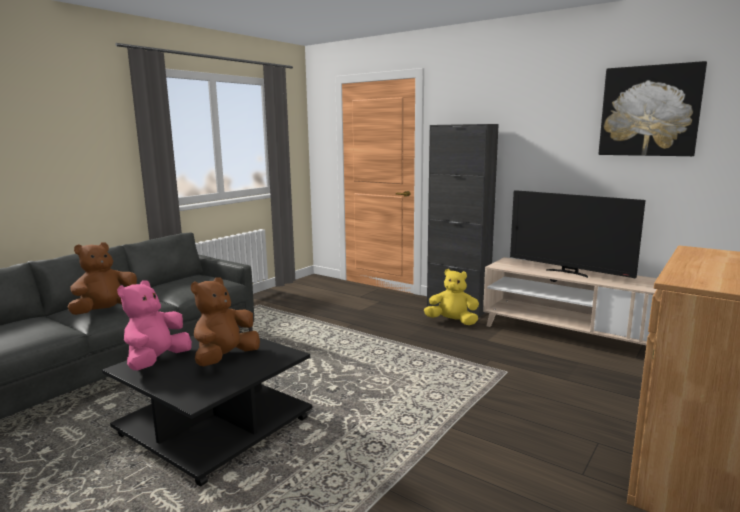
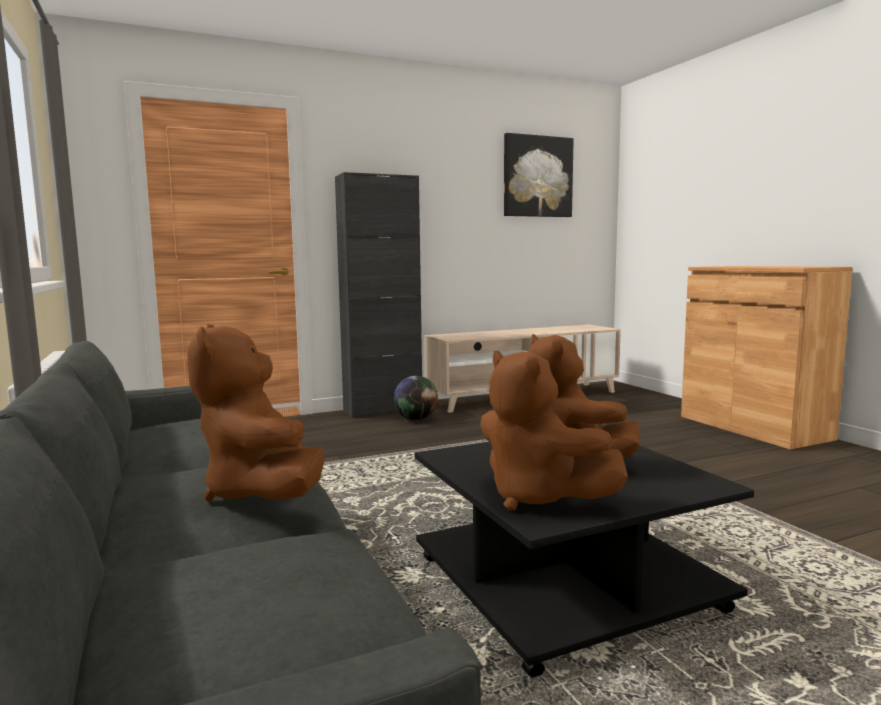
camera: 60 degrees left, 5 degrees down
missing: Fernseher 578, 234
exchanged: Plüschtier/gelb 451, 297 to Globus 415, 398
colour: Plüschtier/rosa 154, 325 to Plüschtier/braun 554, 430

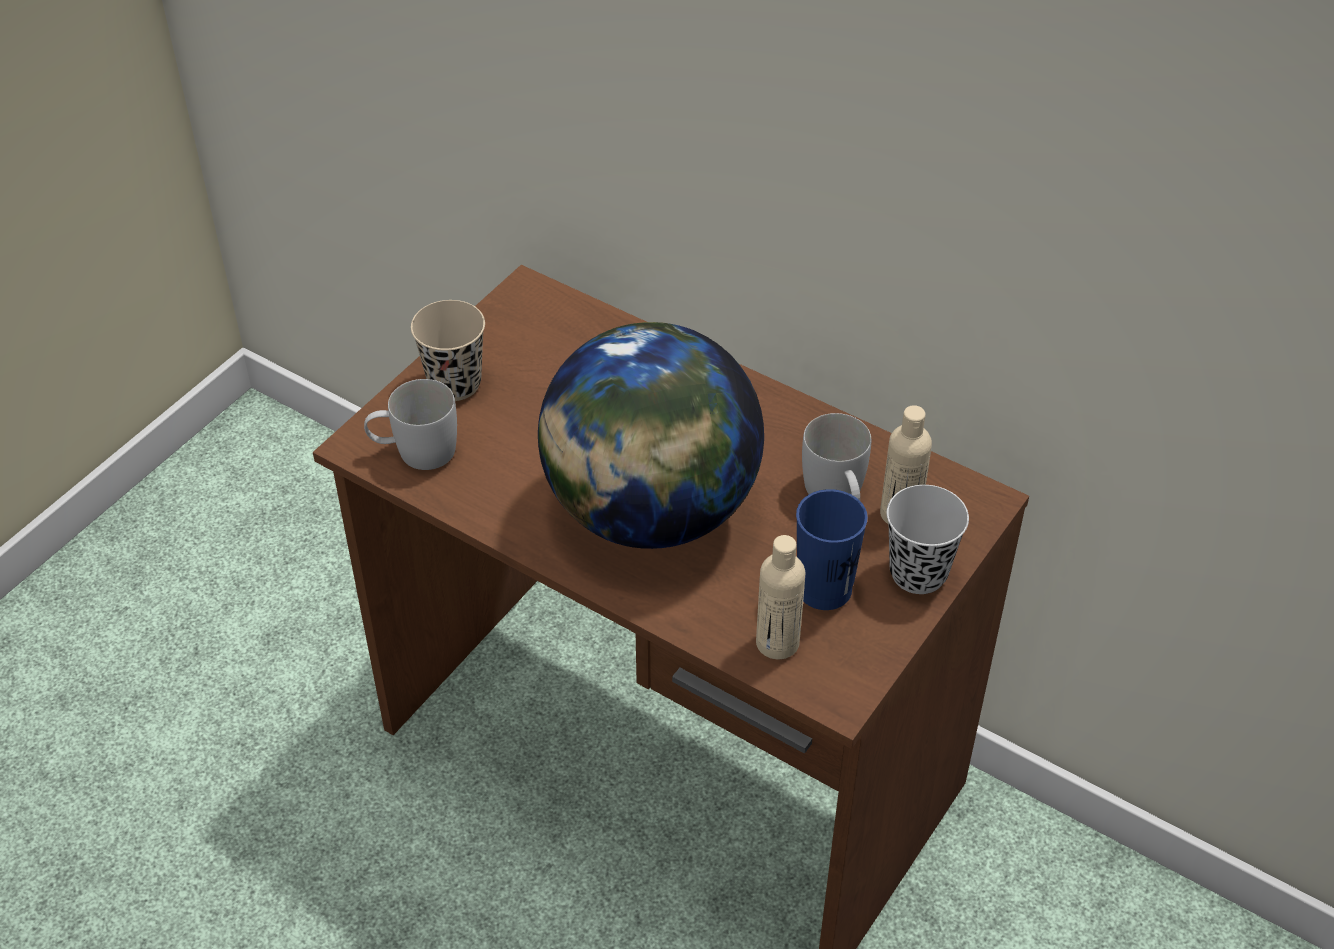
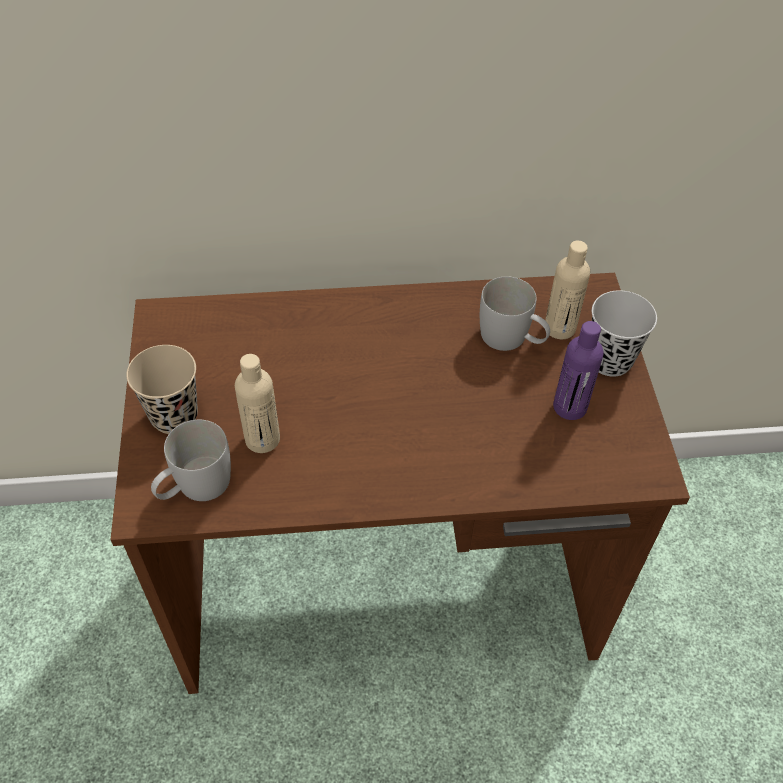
camera: 40 degrees left, 5 degrees up
missing: Globus 651, 435
relocated: Flasche/beige 780, 597 to 257, 403
exchanged: Tasse/blau 832, 549 to Flasche/lila 578, 370

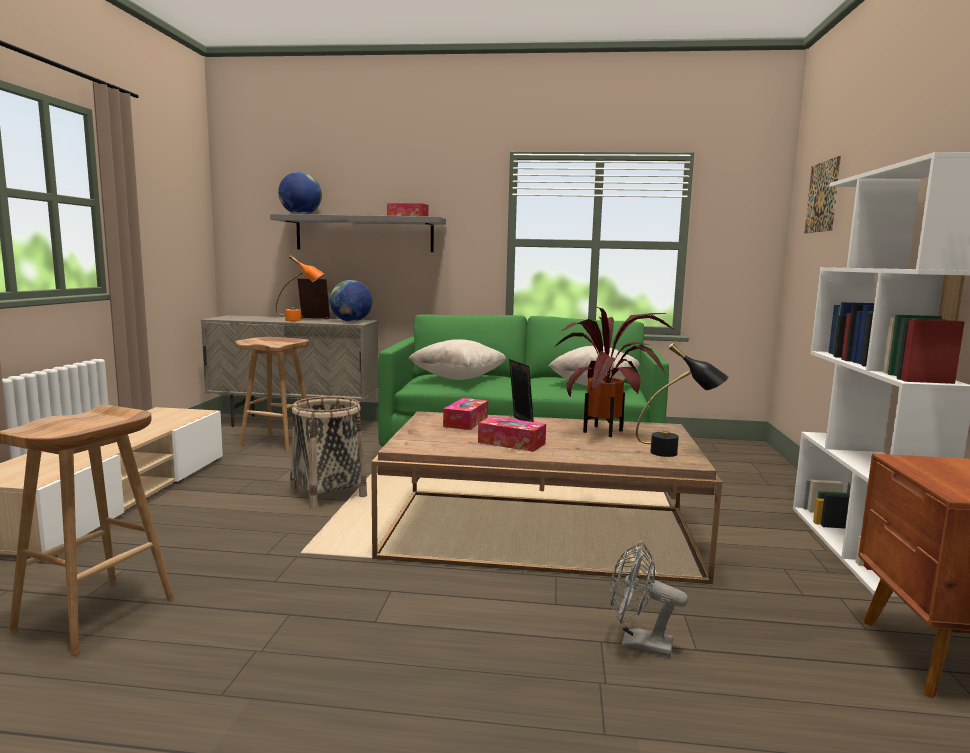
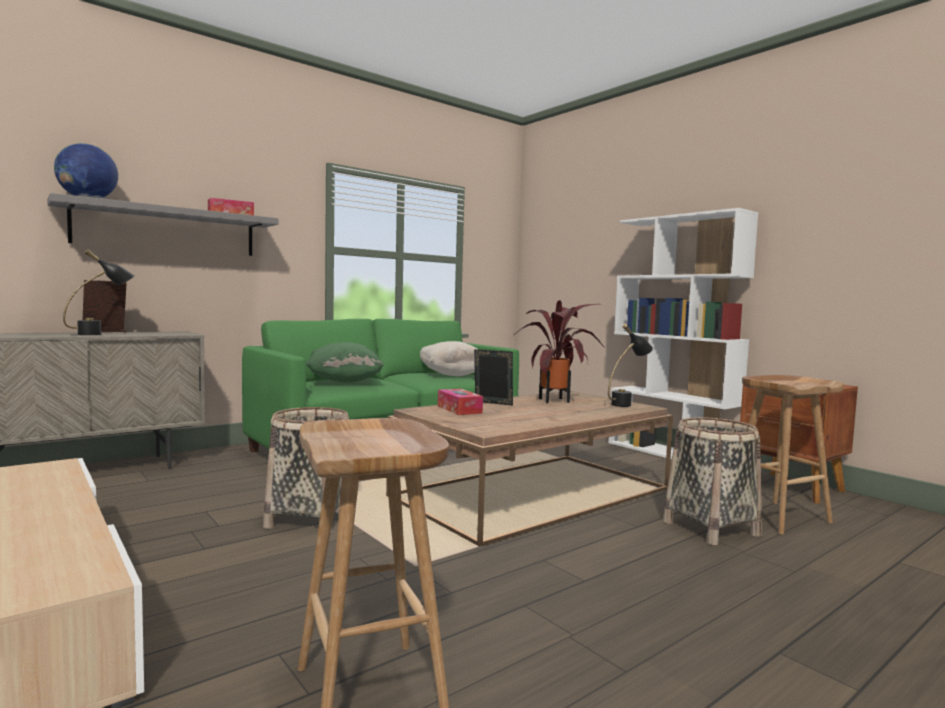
camera: 45 degrees left, 5 degrees down
missing: Globus 351, 301; Taschentuchbox 512, 434; Bild 823, 194
relocated: Hocker/braun 272, 394 to 793, 454
exchanged: Ventilator/grau 649, 599 to Korb 712, 481
colour: Tischlampe/orange 300, 288 to Tischlampe/schwarz 99, 292; Kissen/beige 458, 359 to Kissen/grün 345, 362

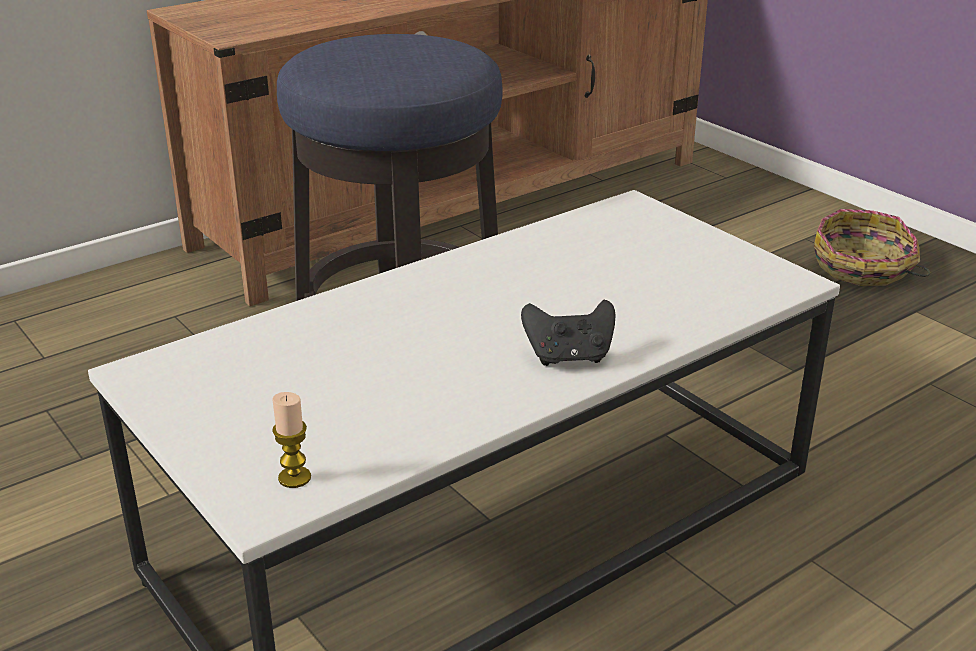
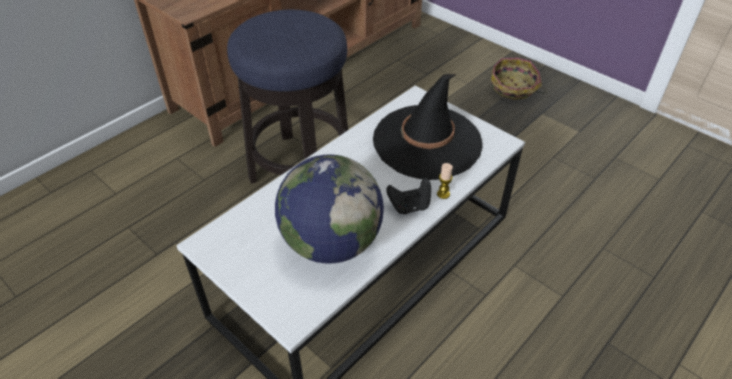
camera: 10 degrees left, 15 degrees up
appeared: Globus 329, 209; Hut/schwarz 427, 127
relocated: Kerze 291, 440 to 445, 181

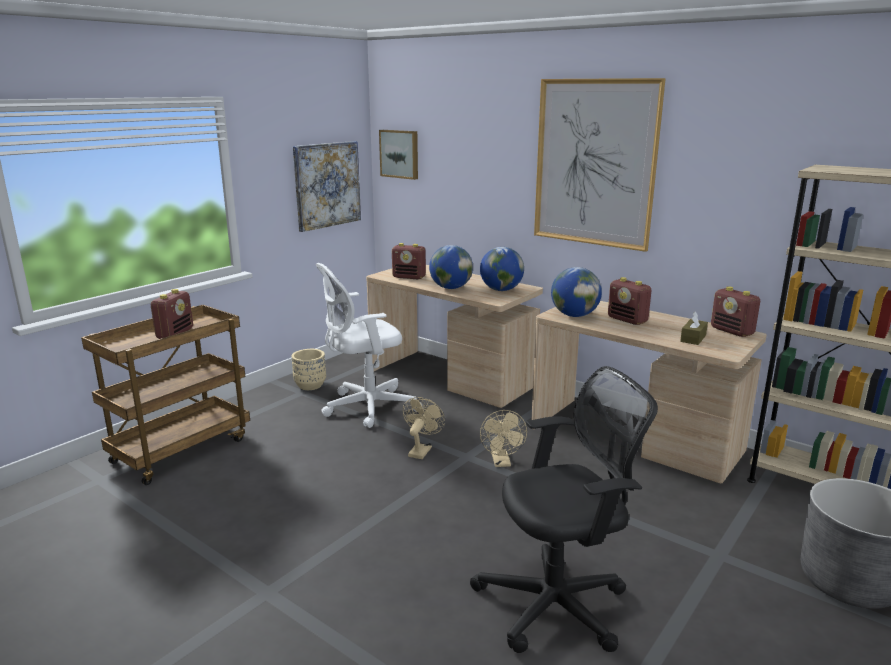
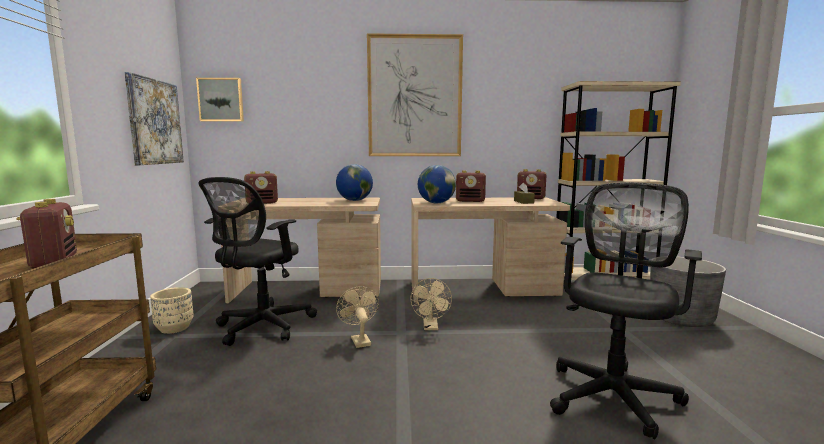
camera: 40 degrees left, 10 degrees down
missing: Globus 451, 267
colour: Bürostuhl/weiß 369, 345 to Bürostuhl/schwarz 257, 261
spun: Ventilator/beige 503, 438 = 431, 304 45 degrees clockwise

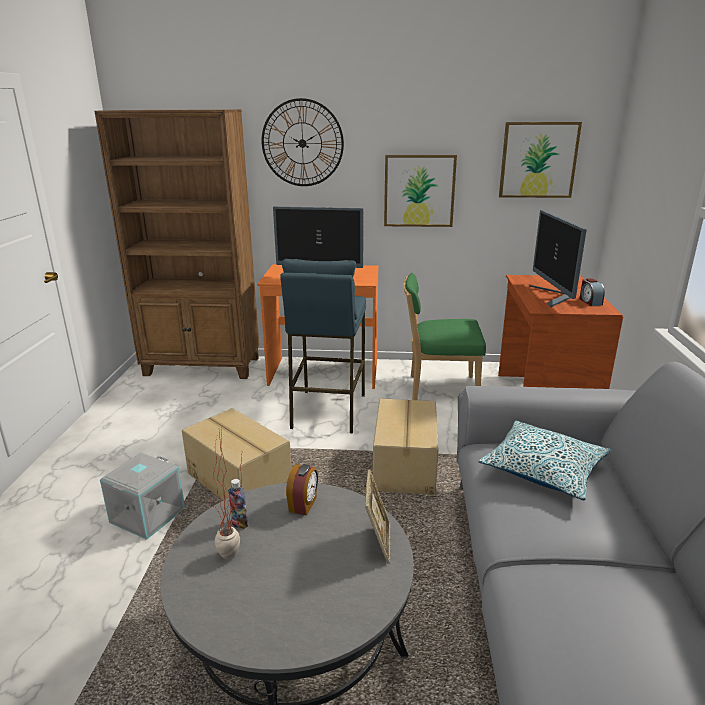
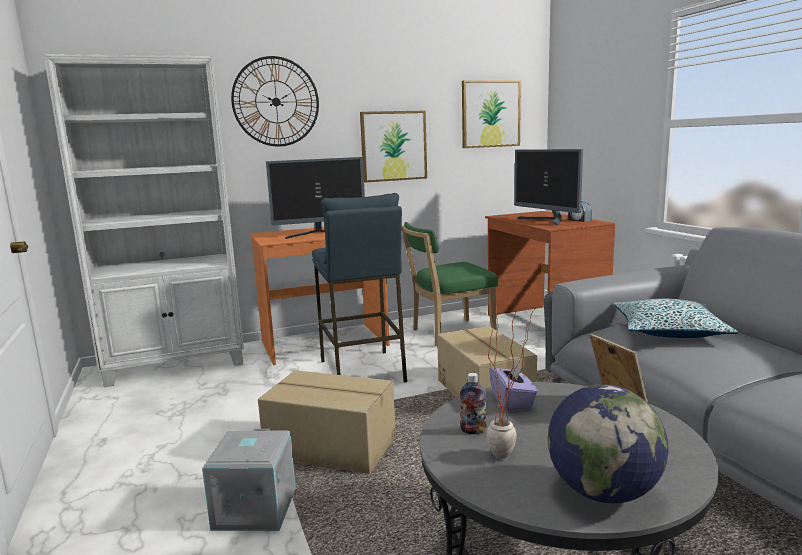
camera: 25 degrees left, 10 degrees down
appeared: Globus 608, 444
exchanged: Wecker 302, 489 to Taschentuchbox/lila 513, 386
colour: Bücherregal/braun 176, 244 to Bücherregal/weiß 143, 220

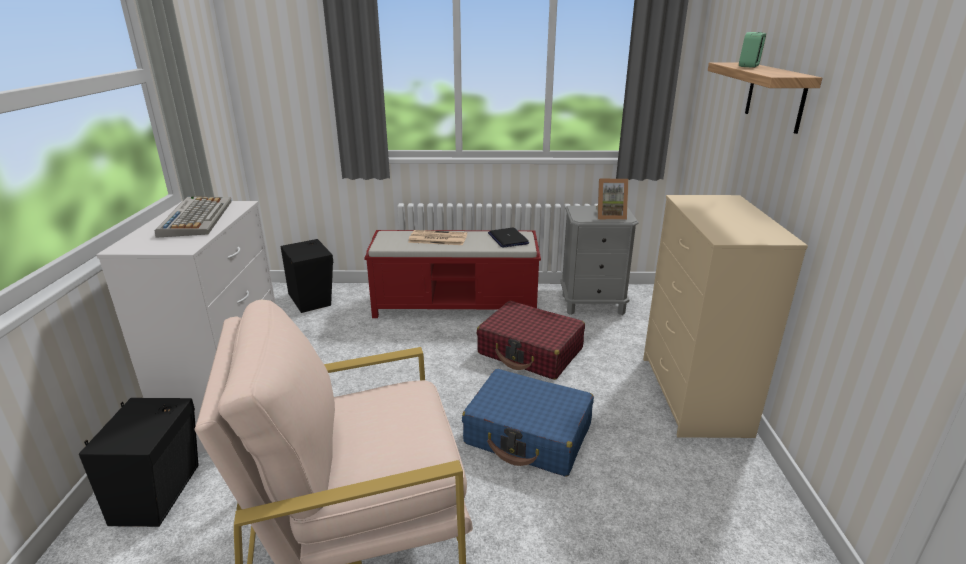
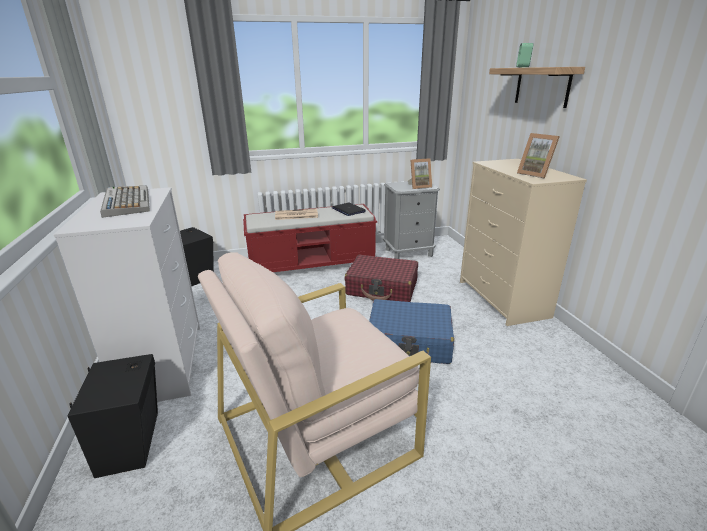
camera: 15 degrees left, 0 degrees up
appeared: Bilderrahmen 538, 156

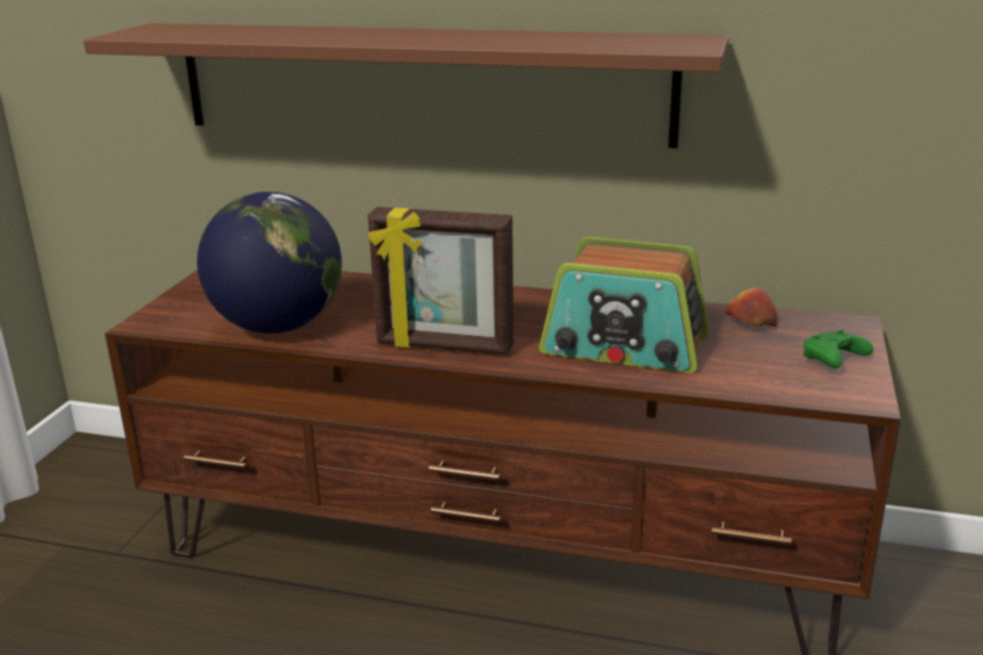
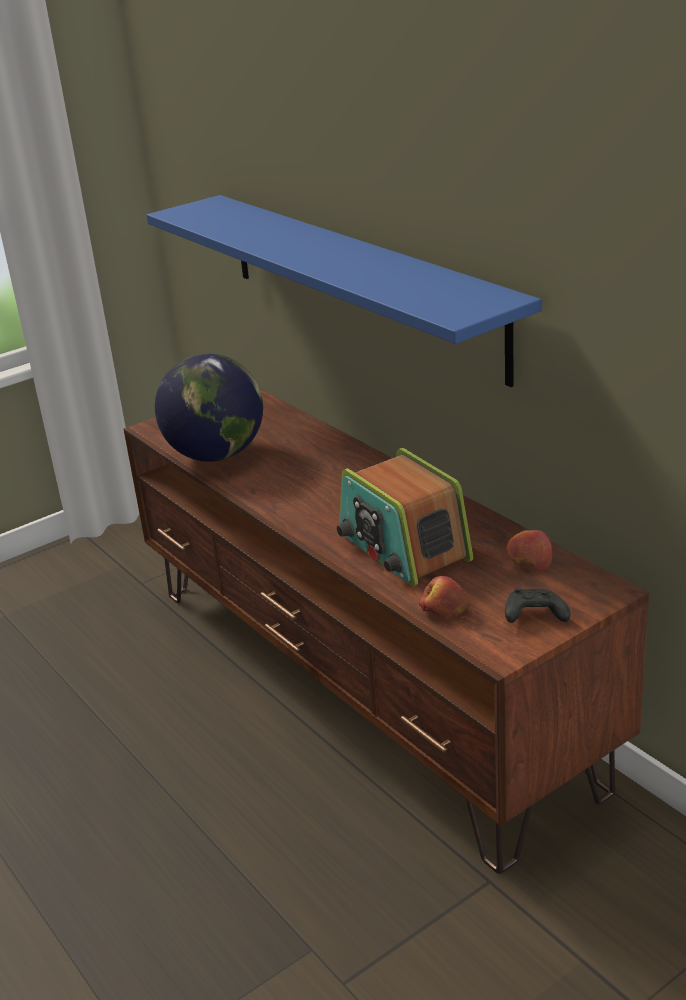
camera: 40 degrees right, 5 degrees up
missing: Bilderrahmen 441, 281
appeared: Apfel 444, 596
colour: Wandregal/braun 406, 85 to Wandregal/blau 343, 291; Gamepad/grün 838, 349 to Gamepad/schwarz 538, 605

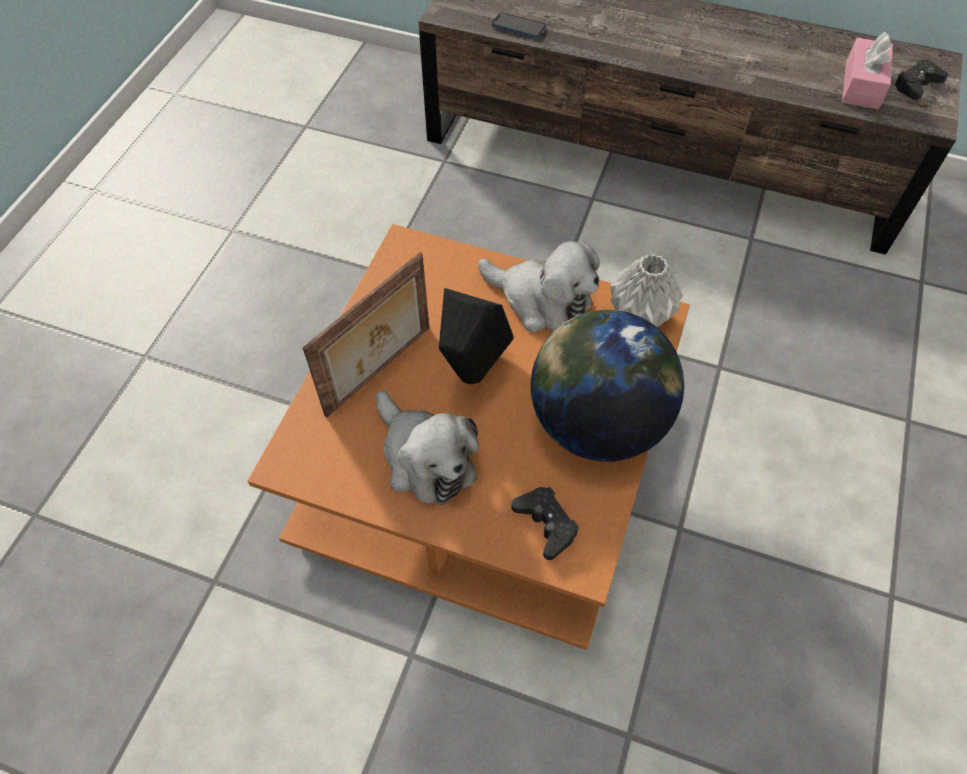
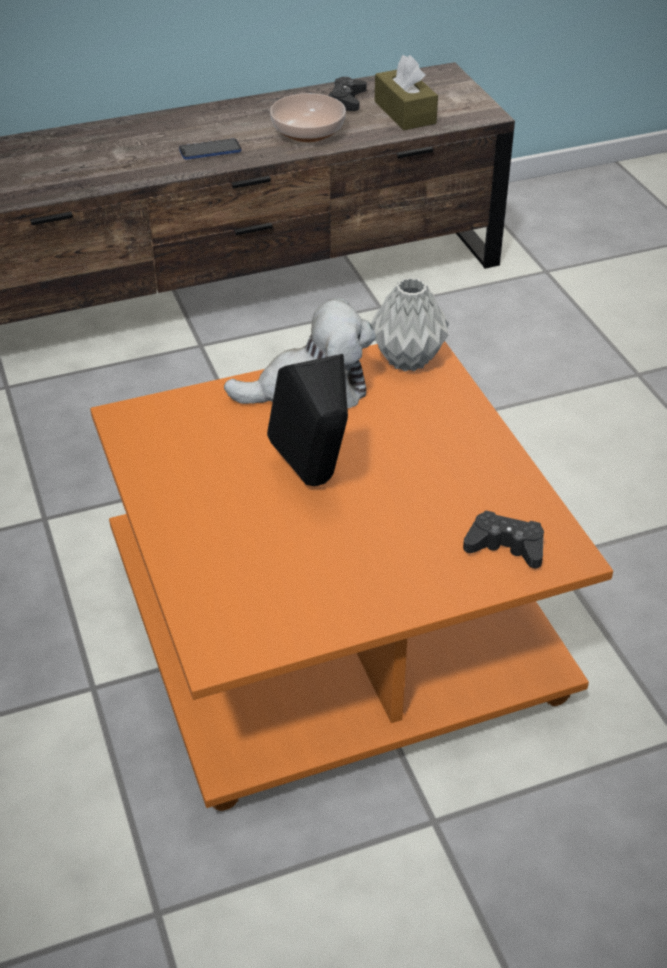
camera: 40 degrees left, 15 degrees down
missing: Bilderrahmen 365, 335; Plüschtier 427, 448; Globus 607, 386
appeared: Schüssel 308, 117
relocated: Handy 519, 25 to 210, 149; Gamepad/schwarz 921, 79 to 348, 94
colour: Taschentuchbox/rosa 867, 70 to Taschentuchbox/braun 406, 92

